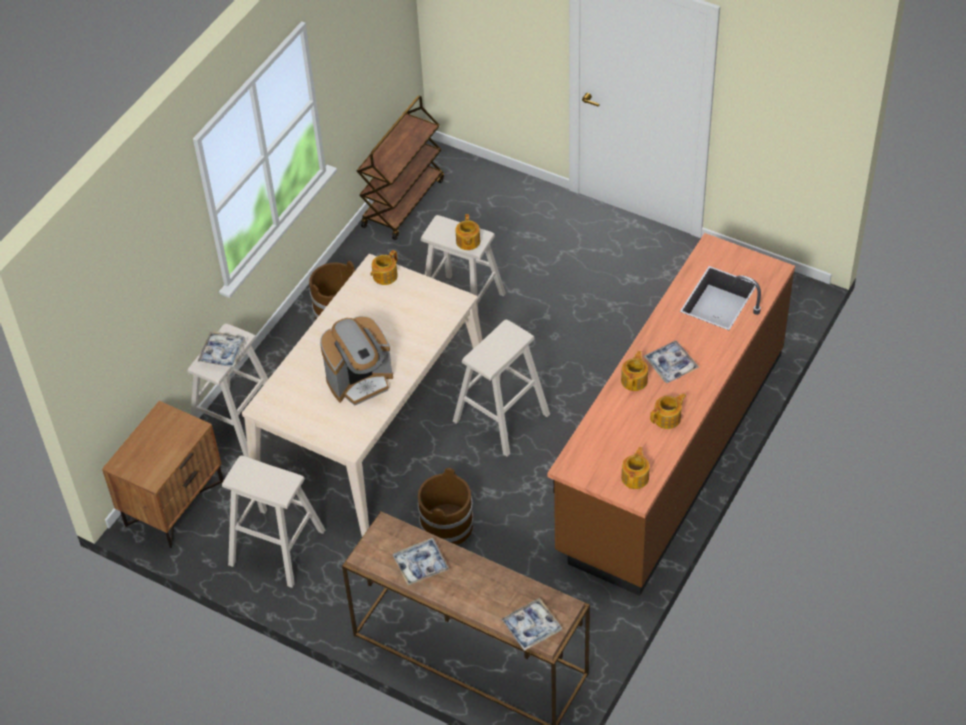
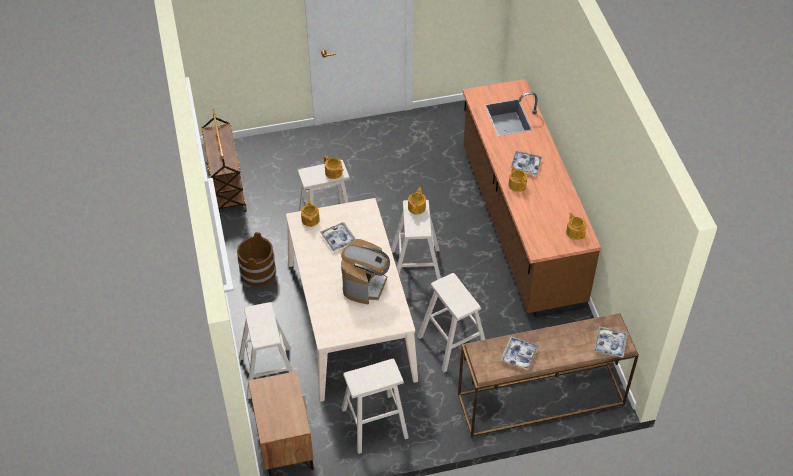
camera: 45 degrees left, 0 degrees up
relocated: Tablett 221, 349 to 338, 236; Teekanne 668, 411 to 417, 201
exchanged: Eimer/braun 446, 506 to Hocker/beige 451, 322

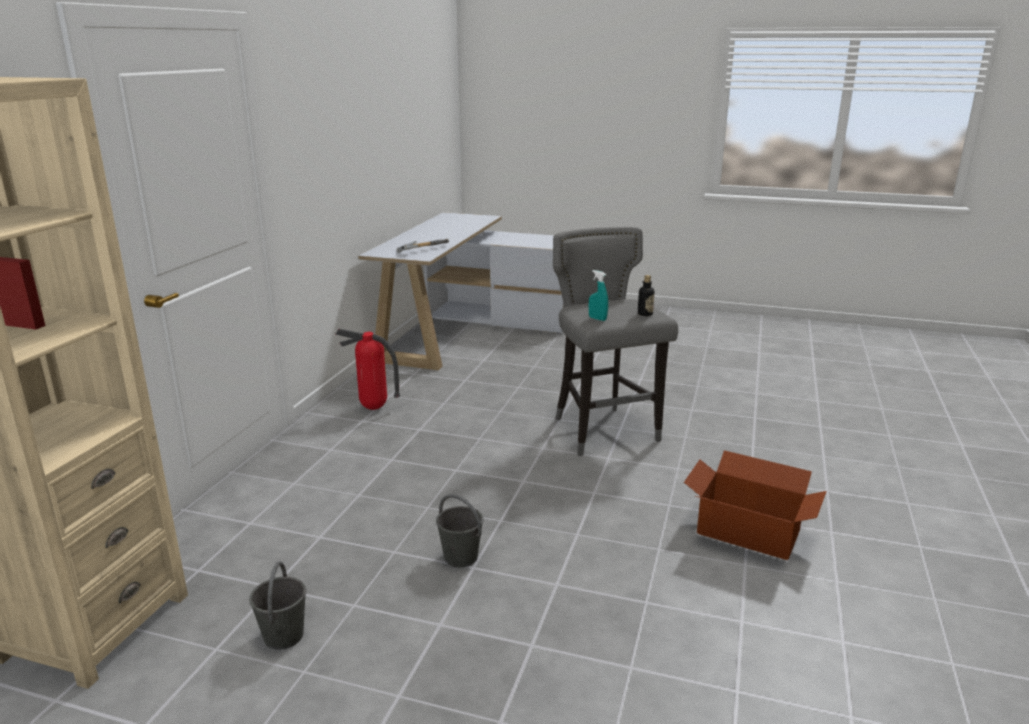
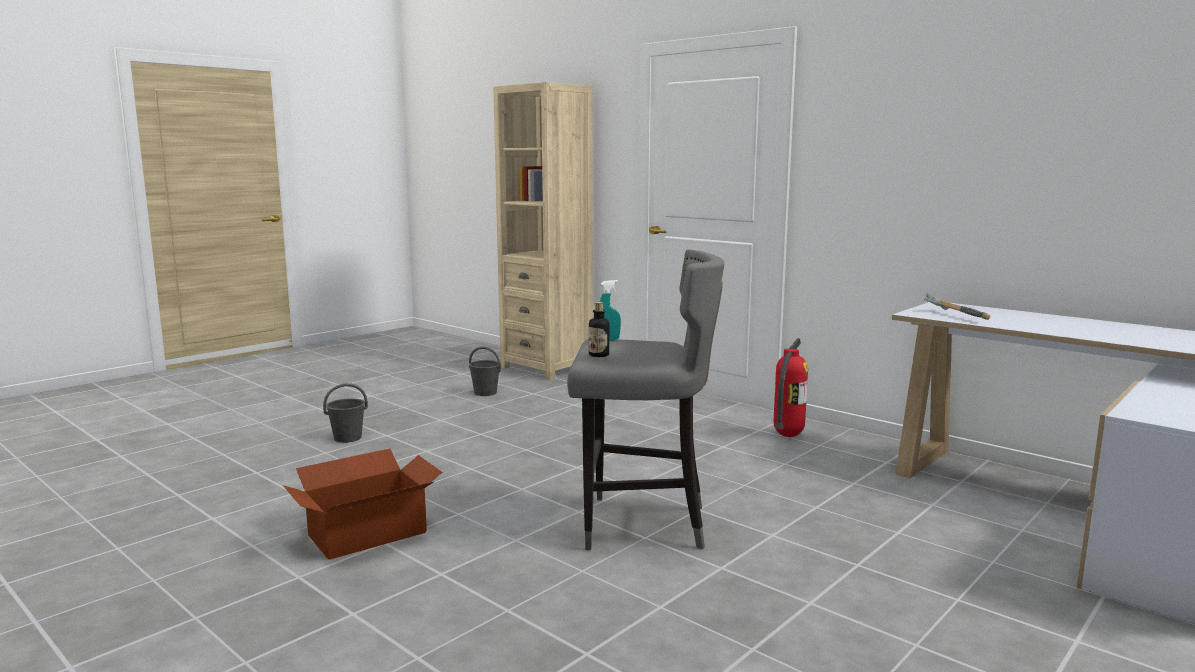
camera: 115 degrees right, 10 degrees down
relocated: Eimer/grau 459, 531 to 345, 413

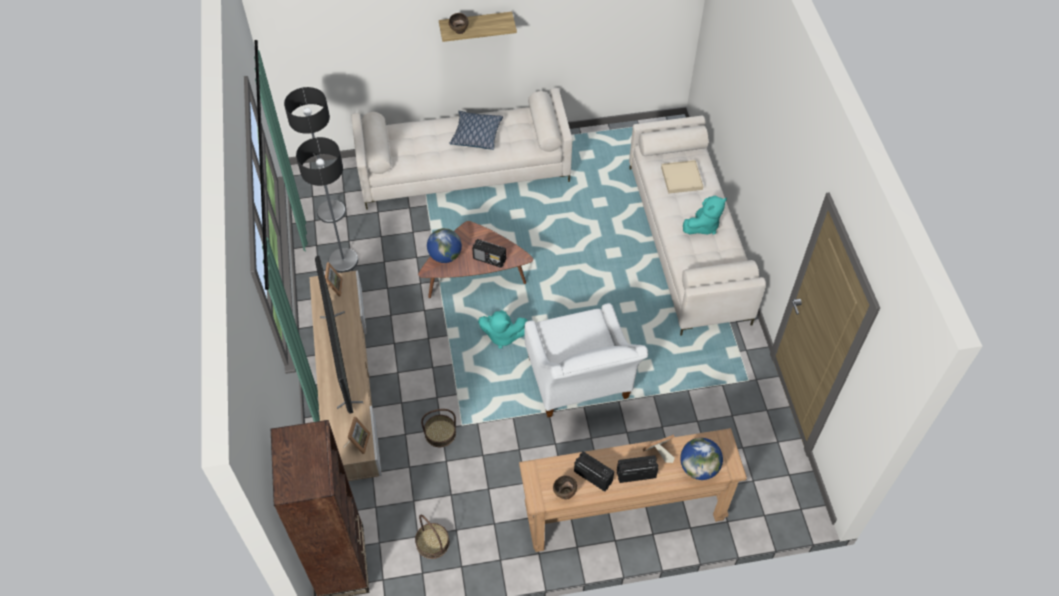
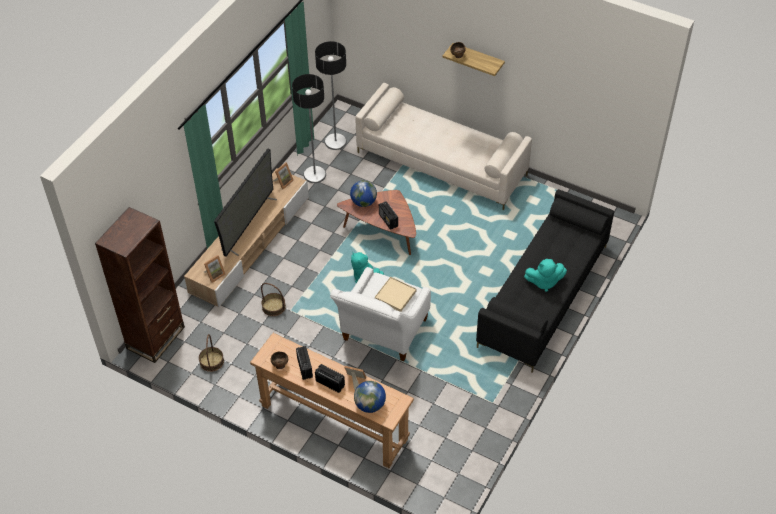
camera: 40 degrees right, 5 degrees down
missing: Kissen 476, 130
relocated: Tablett/beige 682, 177 to 395, 294
colour: Sofa/beige 697, 226 to Sofa/schwarz 545, 281

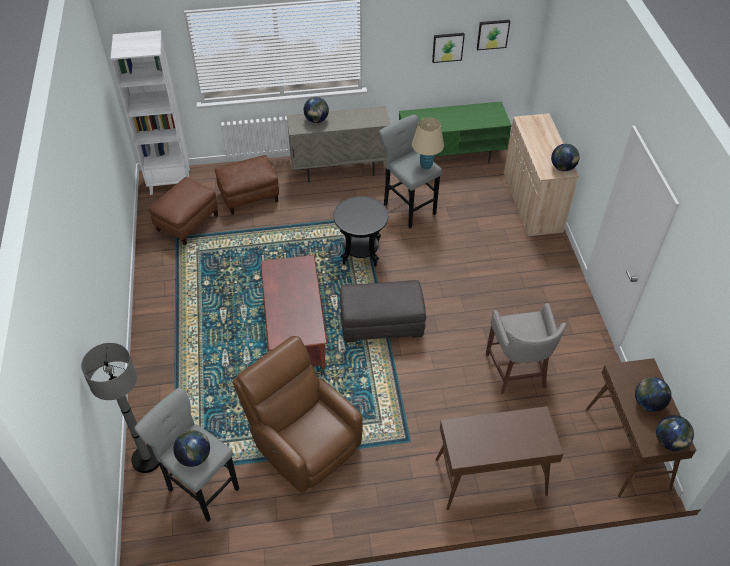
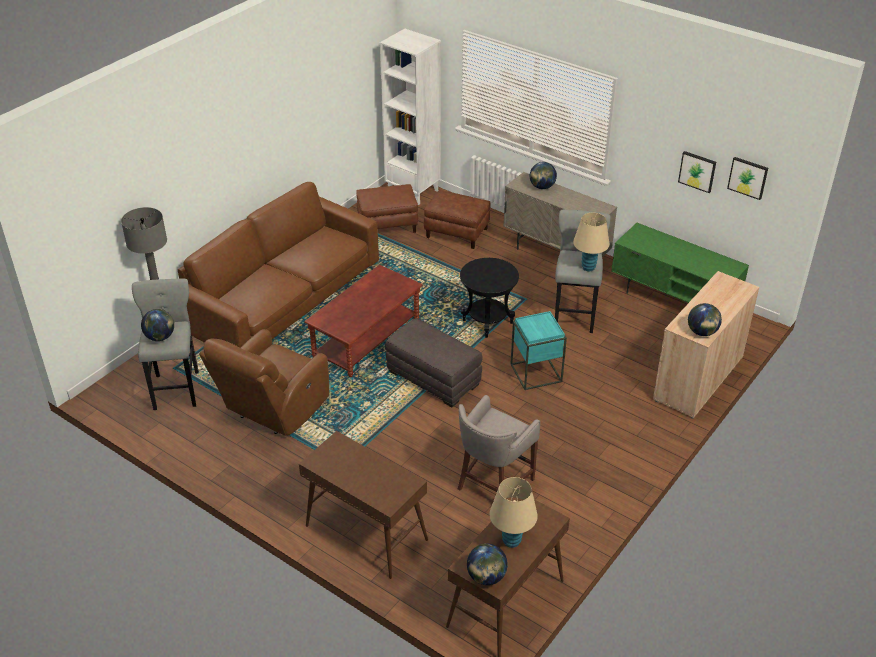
camera: 45 degrees right, 10 degrees down
appeared: Sofa/braun 278, 264; Beistelltisch/türkis 538, 350
exchanged: Globus 653, 394 to Tischlampe/beige 513, 512
spun: Sessel/braun 297, 414 = 264, 382 150 degrees counterclockwise

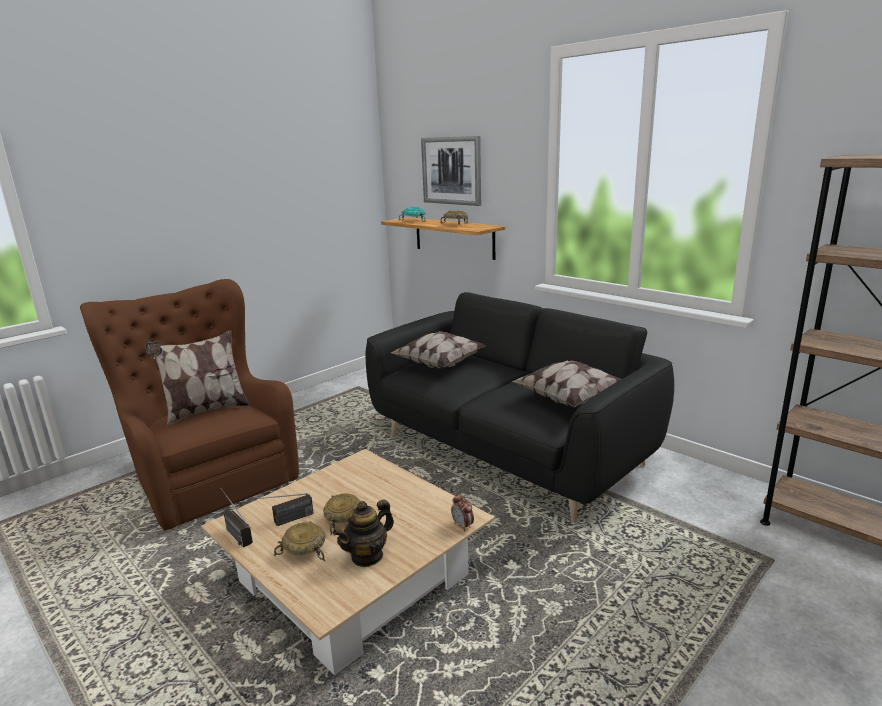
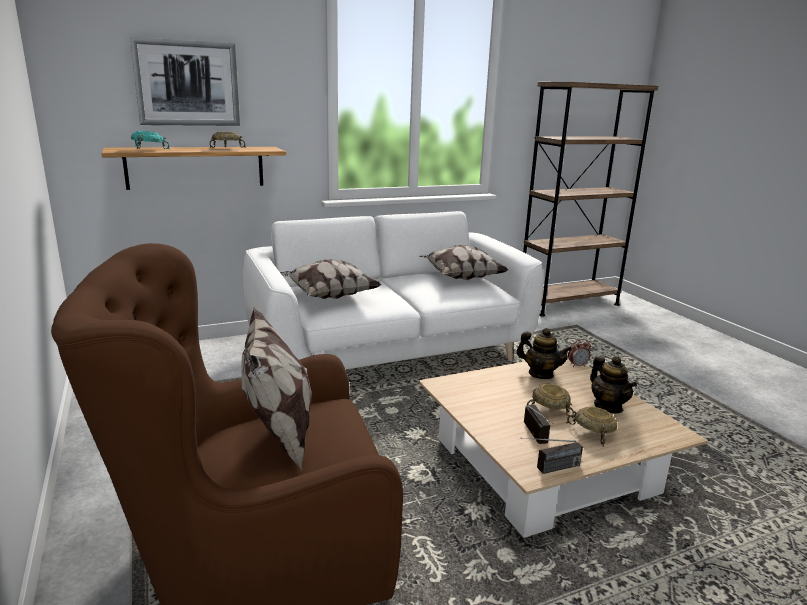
camera: 70 degrees left, 0 degrees up
appeared: Teekanne 544, 353
colour: Sofa/schwarz 520, 407 to Sofa/weiß 393, 290

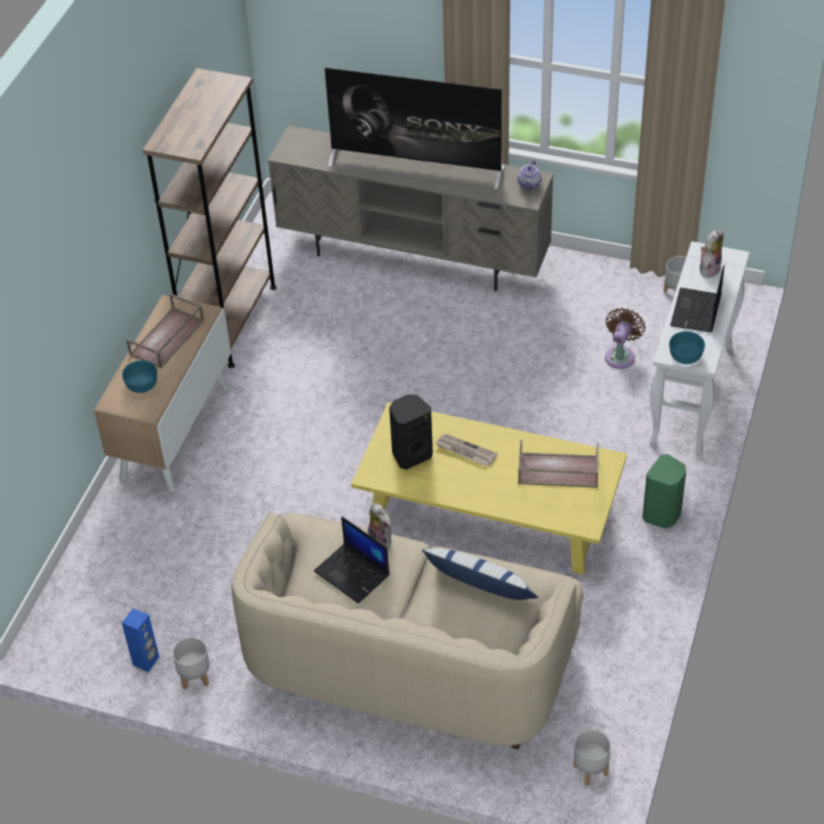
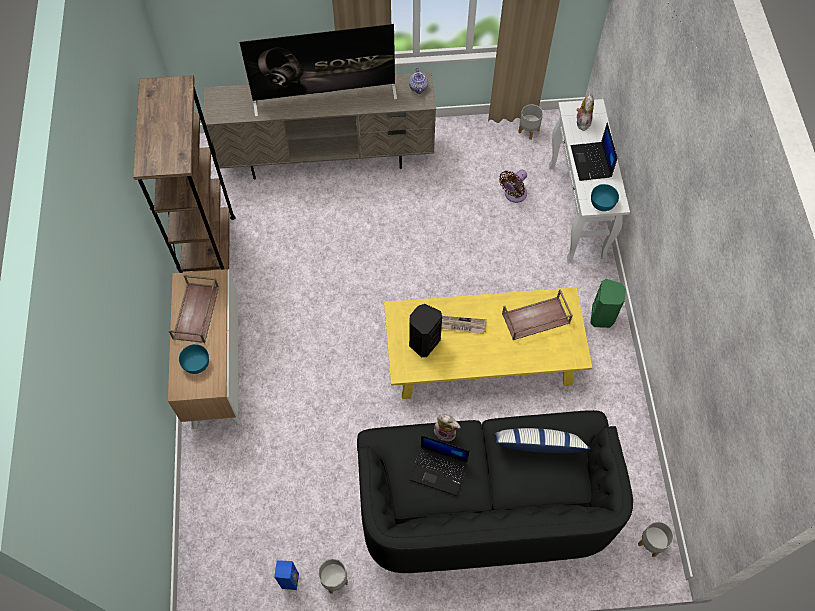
camera: 25 degrees left, 15 degrees up
colour: Sofa/beige 407, 630 to Sofa/schwarz 495, 491
spun: Ventilator/braun 625, 338 = 513, 186 135 degrees counterclockwise

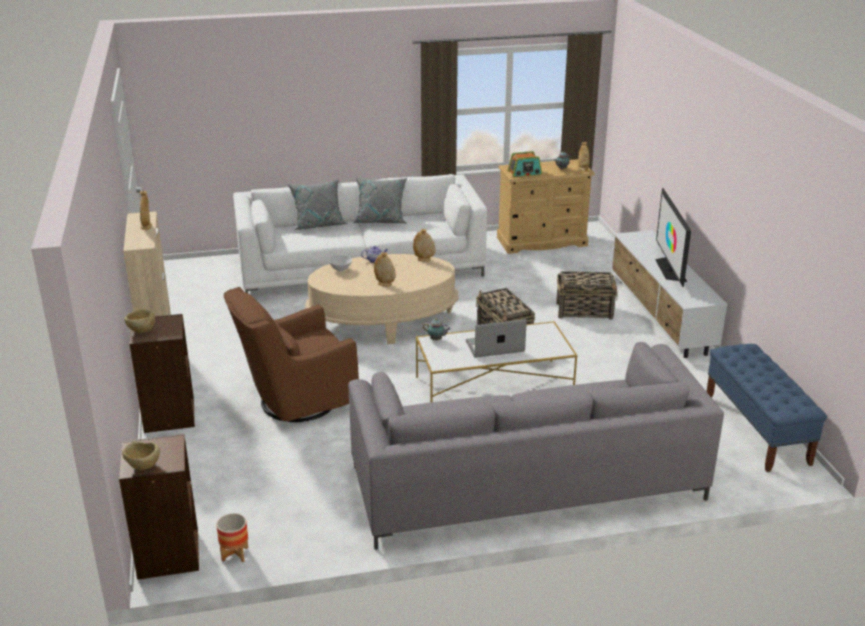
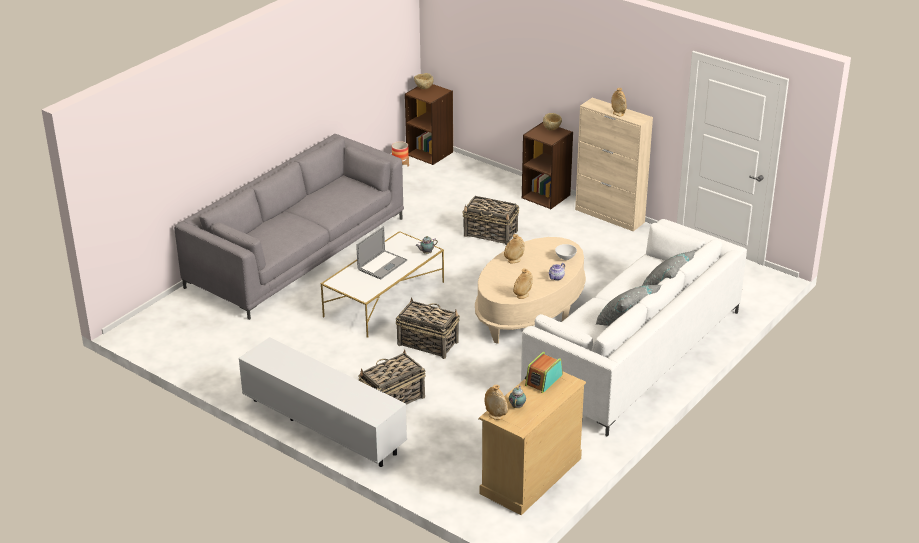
camera: 140 degrees right, 5 degrees up
missing: Fernseher 673, 237; Bank/blau 766, 408
exchanged: Sessel/braun 291, 354 to Korb 491, 220

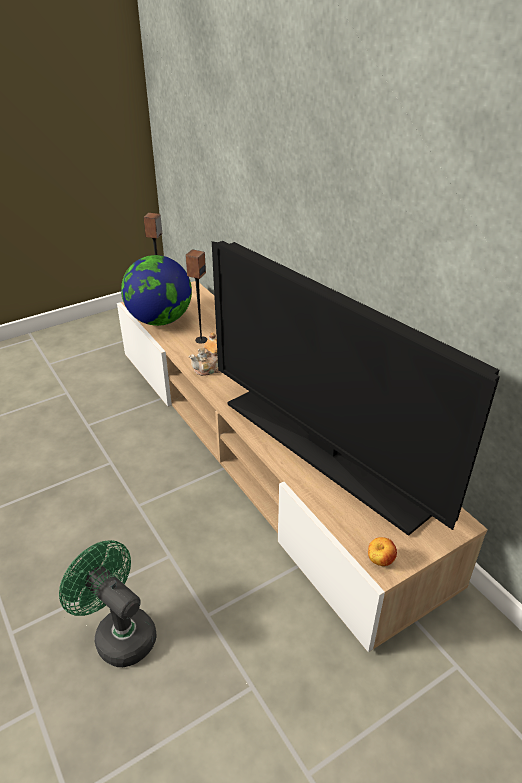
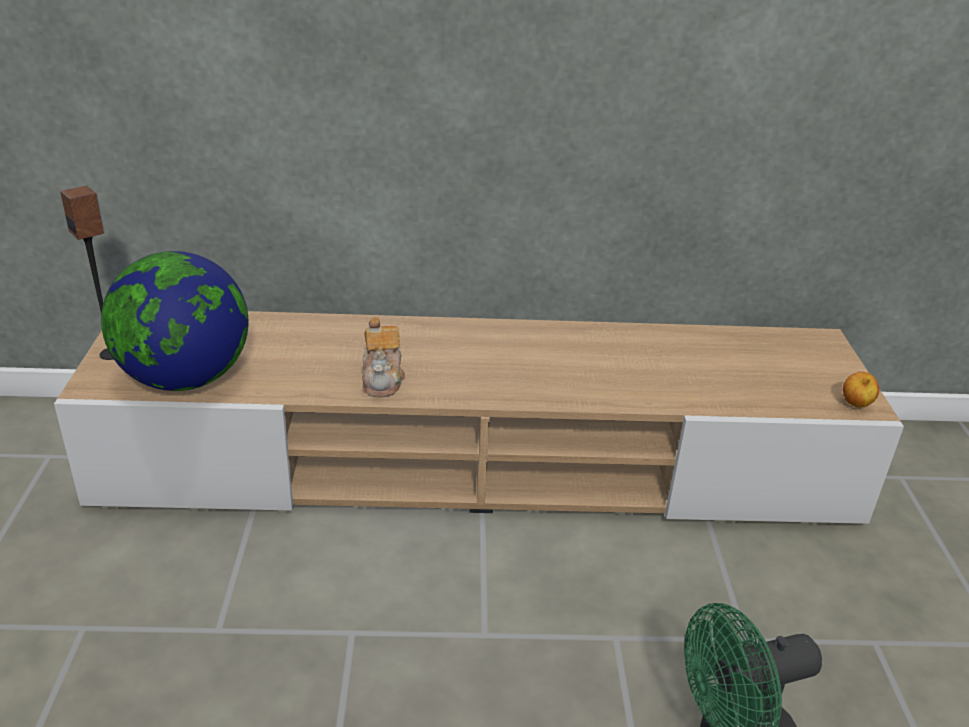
camera: 60 degrees left, 5 degrees down
missing: Lautsprecher 196, 296; Fernseher 356, 388

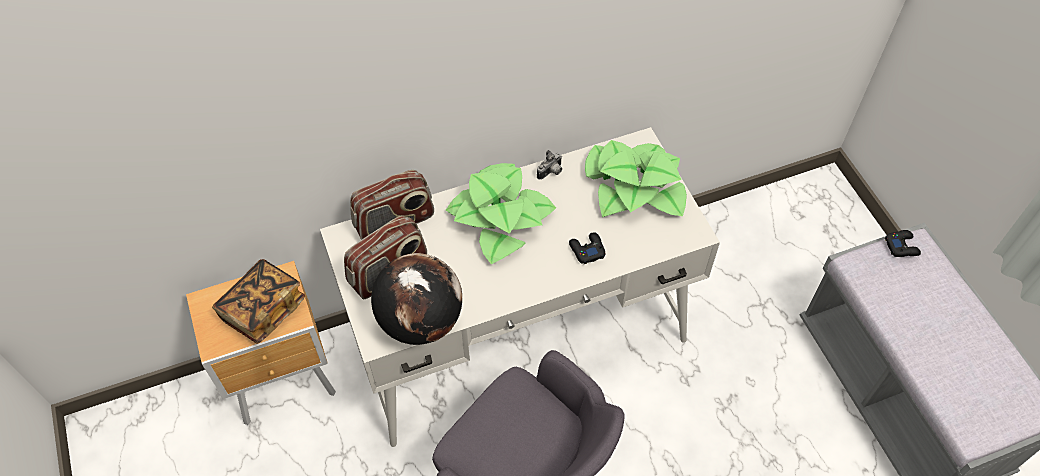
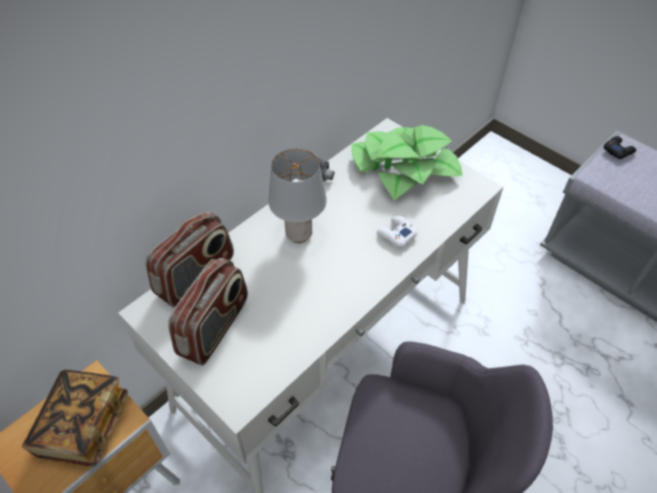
camera: 25 degrees left, 5 degrees down
missing: Globus 416, 299
exchanged: Topfpflanze 501, 213 to Tischlampe/grau 297, 195
colour: Gamepad/schwarz 587, 248 to Gamepad/weiß 397, 231

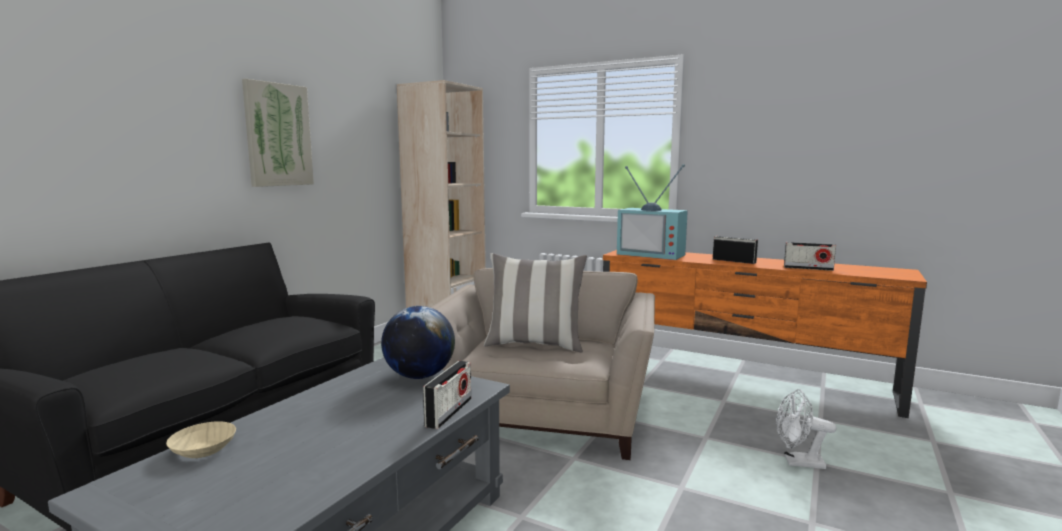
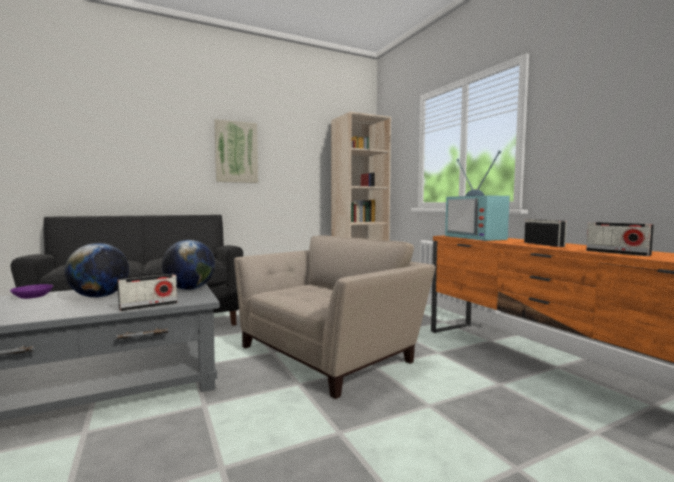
camera: 35 degrees right, 5 degrees down
missing: Kissen 535, 302; Ventilator/weiß 806, 429
appeared: Globus 97, 270
colour: Schüssel/beige 201, 439 to Schüssel/lila 31, 291

